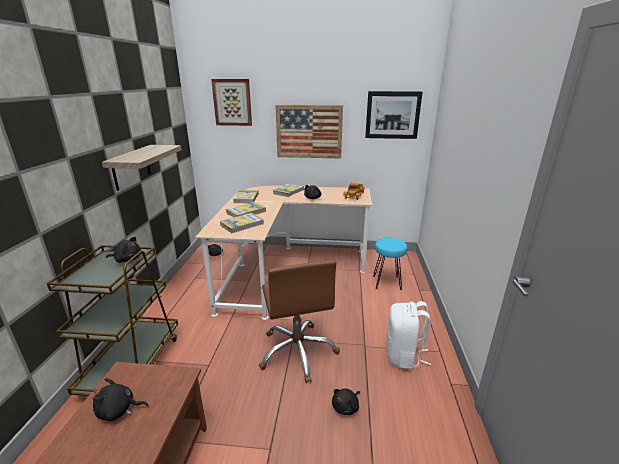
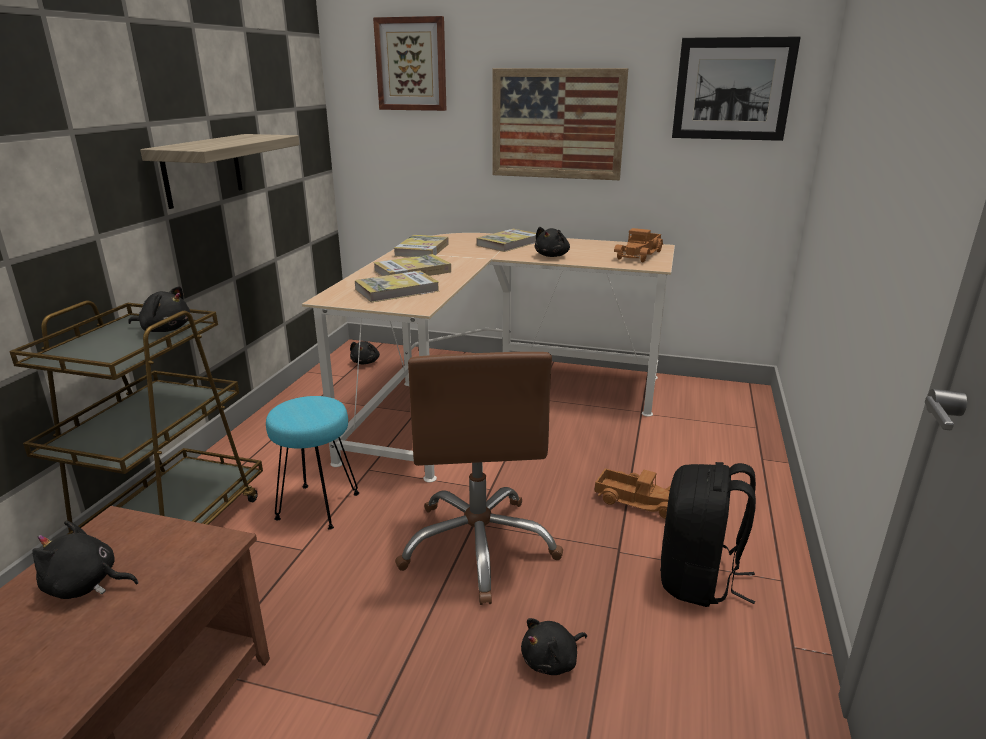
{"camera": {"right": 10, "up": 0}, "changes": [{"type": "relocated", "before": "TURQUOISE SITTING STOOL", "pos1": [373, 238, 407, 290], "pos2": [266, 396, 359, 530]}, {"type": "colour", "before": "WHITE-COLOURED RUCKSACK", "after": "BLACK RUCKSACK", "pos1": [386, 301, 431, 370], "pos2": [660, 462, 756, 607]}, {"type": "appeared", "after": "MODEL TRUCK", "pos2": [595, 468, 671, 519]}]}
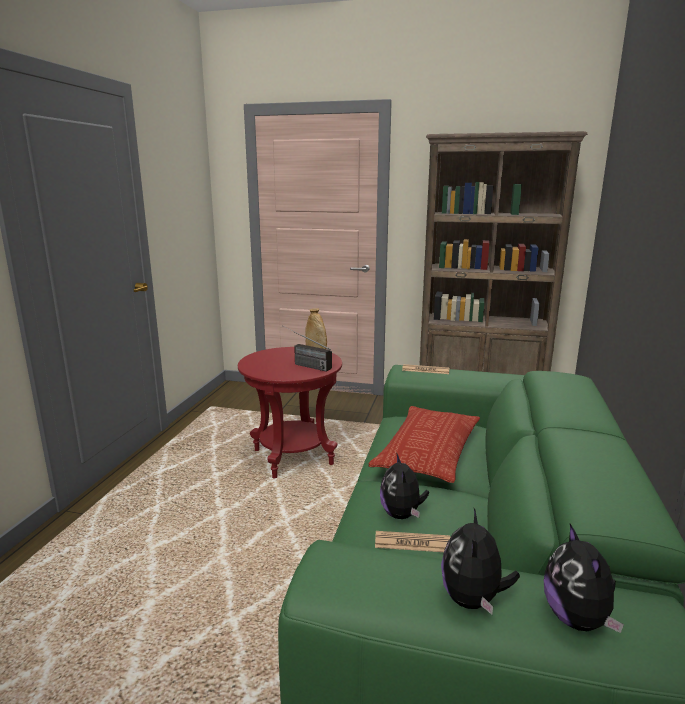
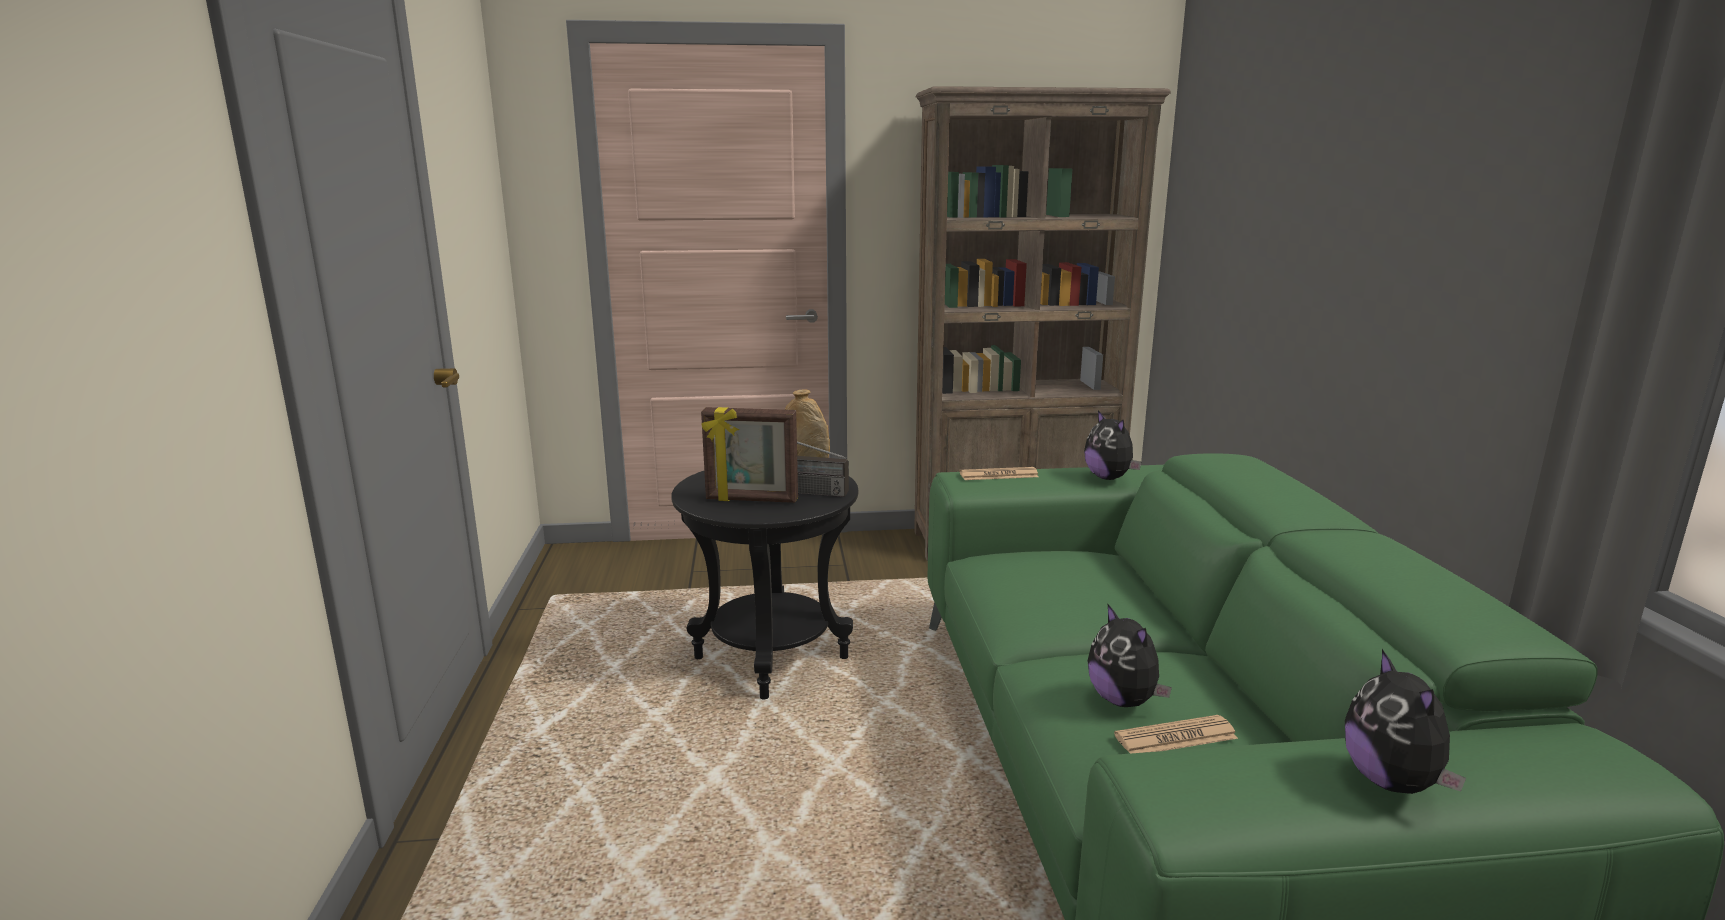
{"camera": {"right": -20, "up": 0}, "changes": [{"type": "colour", "before": "REDDISH ACCENT TABLE", "after": "BLACK ACCENT TABLE", "pos1": [238, 347, 342, 478], "pos2": [671, 471, 859, 699]}, {"type": "missing", "before": "PILLOW", "pos1": [368, 406, 480, 483]}, {"type": "relocated", "before": "PLUSH TOY", "pos1": [544, 524, 624, 633], "pos2": [1084, 410, 1141, 480]}, {"type": "appeared", "after": "PICTURE FRAME", "pos2": [701, 407, 798, 503]}]}
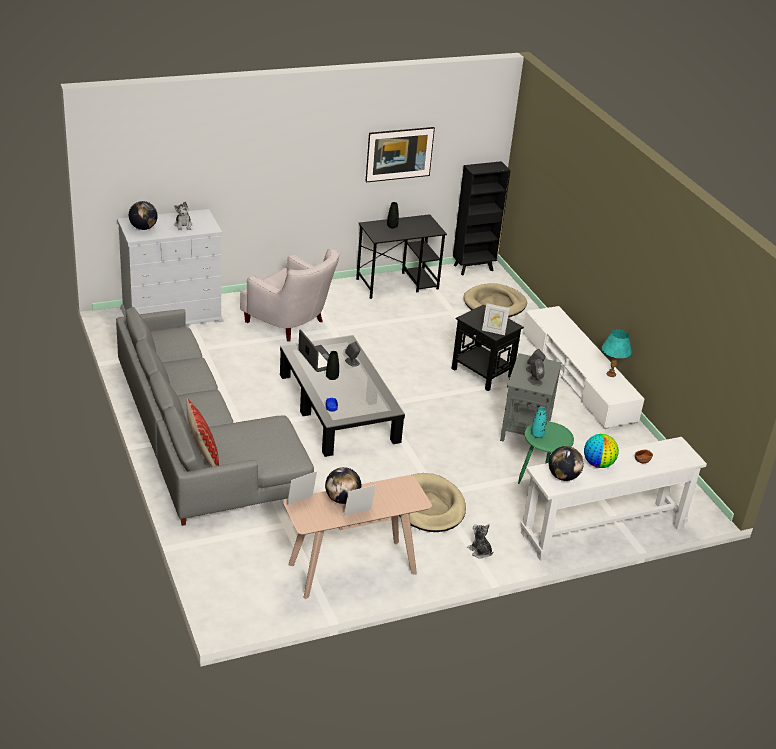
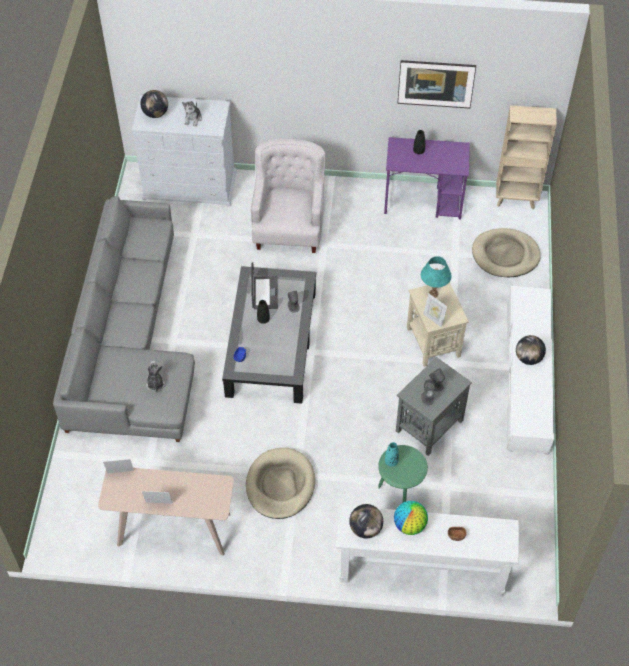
{"camera": {"right": 30, "up": 20}, "changes": [{"type": "missing", "before": "PILLOW", "pos1": [186, 398, 219, 467]}, {"type": "spun", "before": "WHITE-COLOURED EASY CHAIR", "pos1": [240, 249, 339, 342], "pos2": [251, 139, 325, 253], "turn": -150}, {"type": "relocated", "before": "WORLD GLOBE", "pos1": [325, 467, 361, 504], "pos2": [516, 335, 546, 365]}, {"type": "colour", "before": "BLACK DESK TABLE", "after": "PURPLISH DESK TABLE", "pos1": [356, 214, 447, 299], "pos2": [384, 137, 470, 219]}, {"type": "colour", "before": "BLACK ACCENT TABLE", "after": "BEIGE-COLOURED ACCENT TABLE", "pos1": [452, 305, 524, 391], "pos2": [407, 282, 469, 367]}, {"type": "colour", "before": "BLACK SHELVING UNIT", "after": "BEIGE-COLOURED SHELVING UNIT", "pos1": [453, 161, 511, 275], "pos2": [496, 105, 557, 209]}, {"type": "relocated", "before": "PLUSH TOY", "pos1": [467, 524, 493, 558], "pos2": [146, 361, 165, 392]}, {"type": "relocated", "before": "TURQUOISE TABLETOP LAMP", "pos1": [602, 330, 632, 377], "pos2": [421, 256, 452, 298]}]}
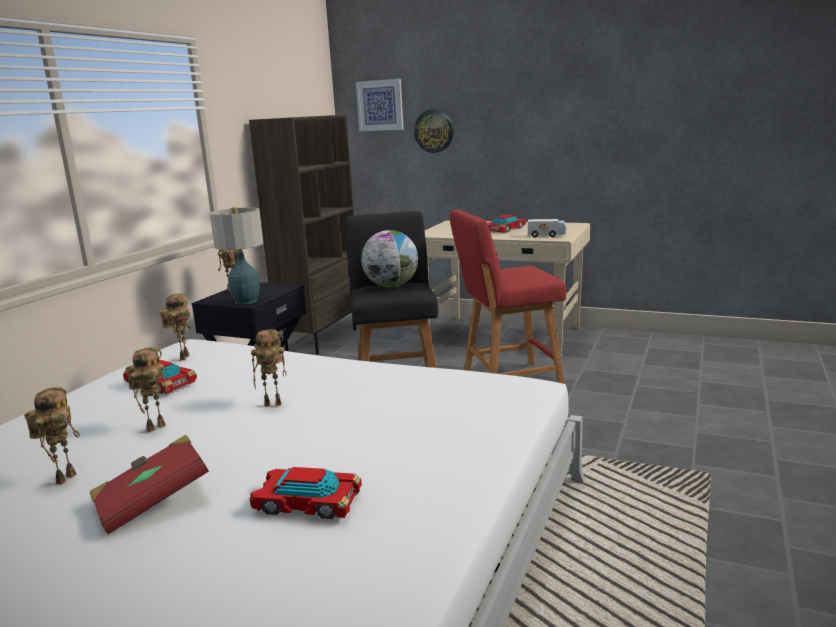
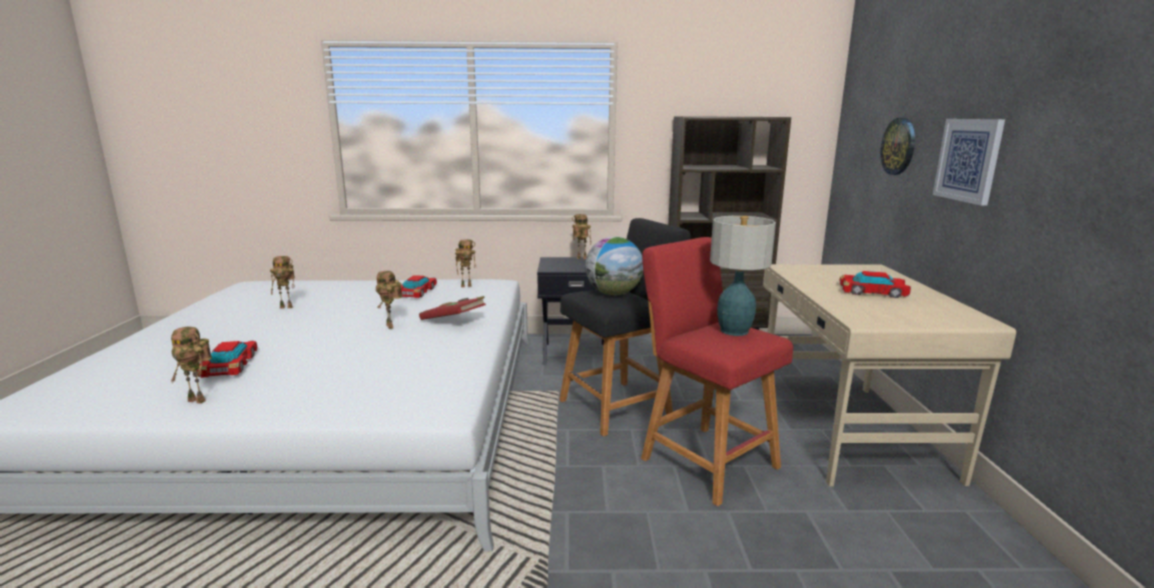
{"camera": {"right": 65, "up": 0}, "changes": [{"type": "relocated", "before": "REDDISH BOOK", "pos1": [90, 435, 209, 534], "pos2": [419, 296, 486, 320]}, {"type": "relocated", "before": "ROBOT FIGURE", "pos1": [126, 348, 170, 432], "pos2": [171, 327, 212, 404]}, {"type": "relocated", "before": "TABLETOP LAMP", "pos1": [210, 207, 263, 305], "pos2": [710, 216, 776, 336]}, {"type": "relocated", "before": "PICTURE", "pos1": [356, 79, 404, 131], "pos2": [933, 119, 1005, 206]}, {"type": "missing", "before": "MODEL TRUCK", "pos1": [528, 219, 566, 238]}]}
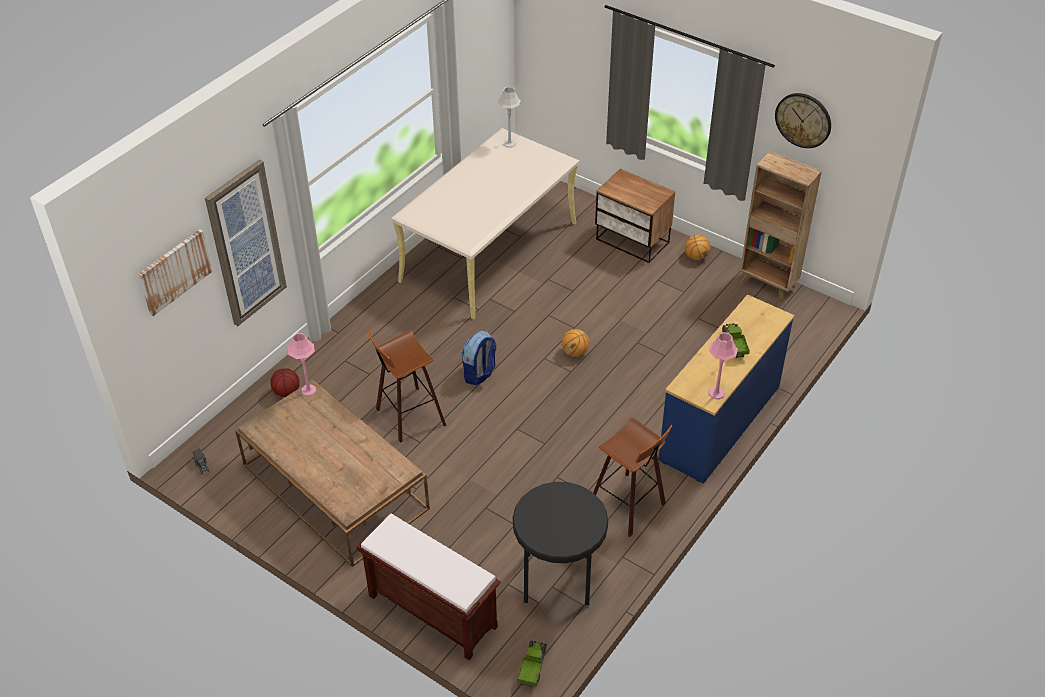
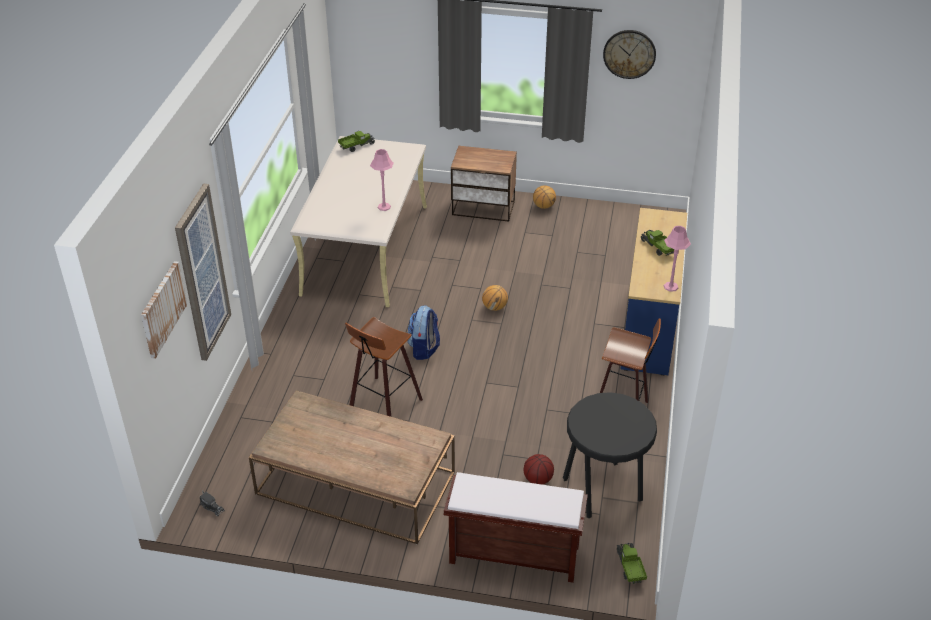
{"camera": {"right": -25, "up": -5}, "changes": [{"type": "relocated", "before": "BALL FOR BASKETBALL", "pos1": [270, 368, 299, 397], "pos2": [524, 454, 554, 485]}, {"type": "relocated", "before": "PINK-COLOURED TABLETOP LAMP", "pos1": [288, 333, 316, 396], "pos2": [370, 149, 394, 211]}, {"type": "exchanged", "before": "GREYISH TABLETOP LAMP", "after": "MODEL TRUCK", "pos1": [498, 87, 521, 148], "pos2": [338, 131, 375, 152]}, {"type": "missing", "before": "BROWN SHELVING UNIT", "pos1": [740, 151, 822, 301]}]}
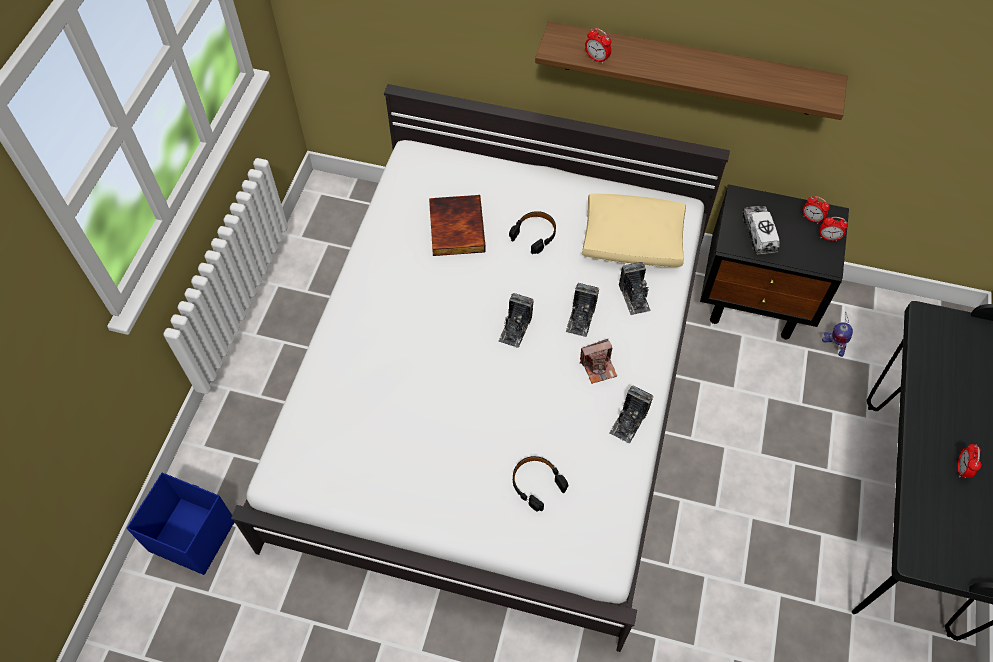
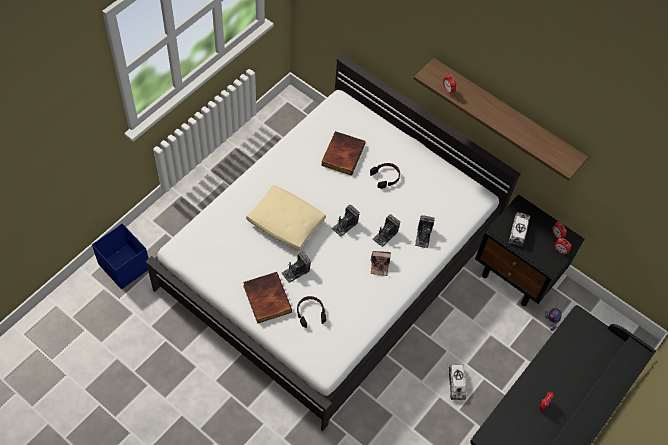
{"camera": {"right": 20, "up": 0}, "changes": [{"type": "relocated", "before": "BEIGE-COLOURED PILLOW", "pos1": [582, 193, 686, 267], "pos2": [246, 185, 326, 251]}, {"type": "relocated", "before": "STILL CAMERA", "pos1": [609, 386, 653, 444], "pos2": [282, 252, 311, 283]}, {"type": "appeared", "after": "BOOK", "pos2": [243, 272, 292, 324]}, {"type": "appeared", "after": "MODEL TRUCK", "pos2": [449, 364, 466, 400]}]}
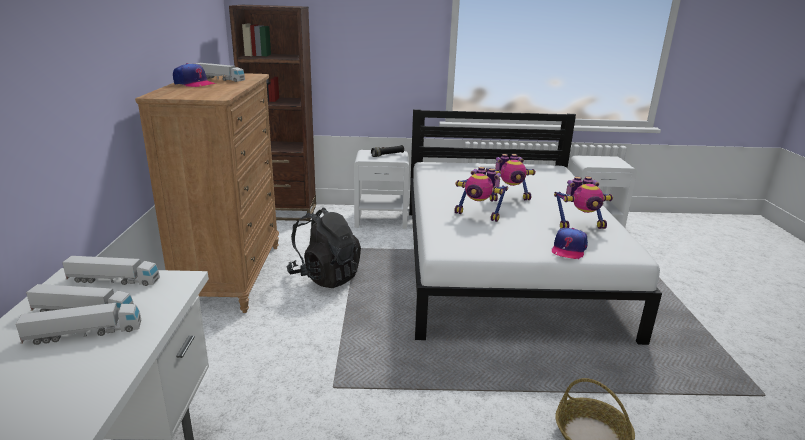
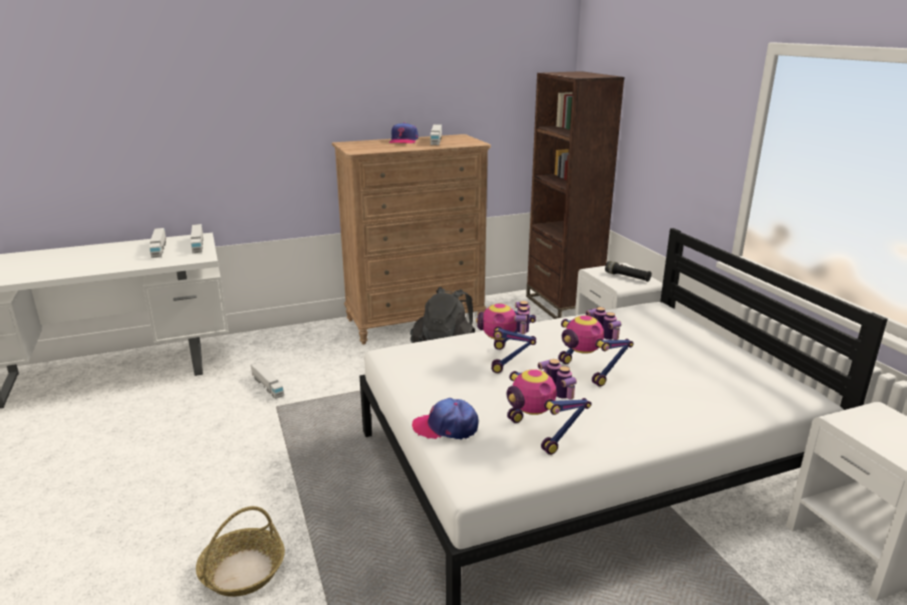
{"camera": {"right": 70, "up": 0}, "changes": [{"type": "relocated", "before": "MODEL TRUCK", "pos1": [16, 303, 141, 345], "pos2": [251, 362, 284, 399]}]}
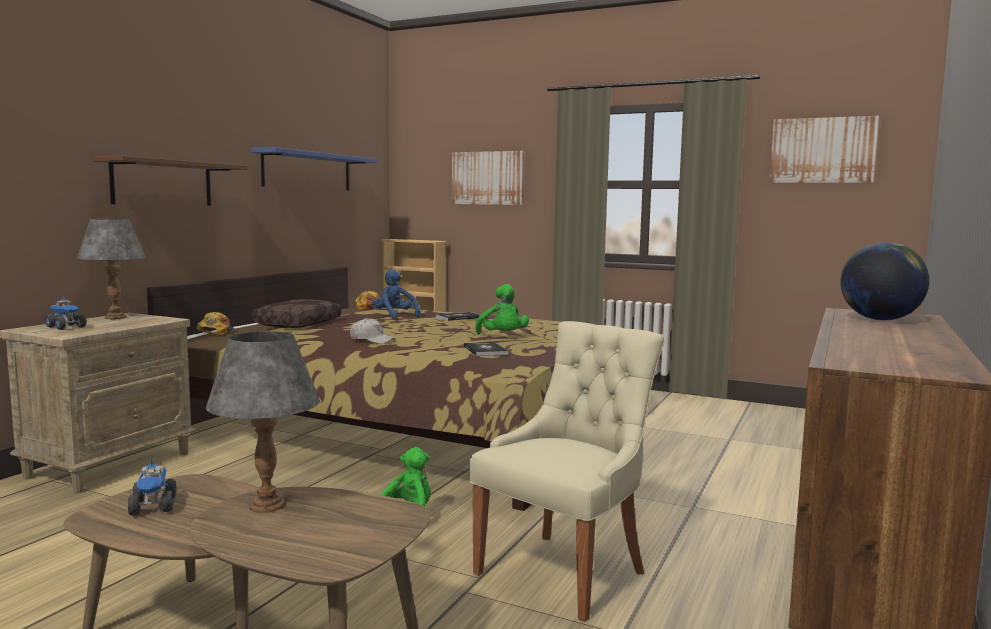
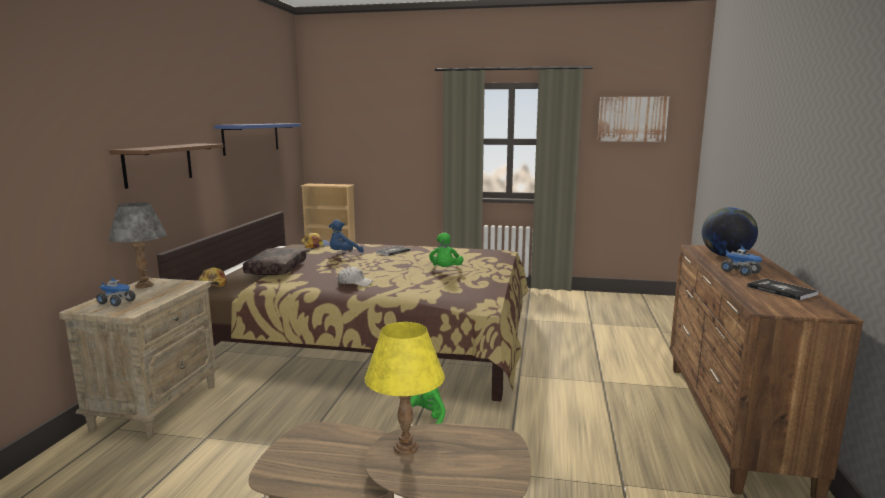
{"camera": {"right": -15, "up": 5}, "changes": [{"type": "relocated", "before": "MODEL TRUCK", "pos1": [128, 458, 177, 516], "pos2": [721, 245, 763, 276]}, {"type": "colour", "before": "GREYISH TABLETOP LAMP", "after": "YELLOW-COLOURED TABLETOP LAMP", "pos1": [206, 331, 320, 513], "pos2": [364, 322, 445, 455]}, {"type": "spun", "before": "BLUISH PLUSH TOY", "pos1": [373, 269, 421, 318], "pos2": [329, 220, 364, 253], "turn": -75}, {"type": "missing", "before": "PICTURE", "pos1": [452, 151, 524, 205]}, {"type": "relocated", "before": "BOOK", "pos1": [464, 342, 508, 356], "pos2": [747, 279, 818, 300]}, {"type": "missing", "before": "BEIGE-COLOURED UPRIGHT CHAIR", "pos1": [469, 321, 665, 622]}, {"type": "spun", "before": "GREEN-COLOURED PLUSH TOY", "pos1": [475, 284, 529, 335], "pos2": [429, 233, 464, 267], "turn": 45}]}
